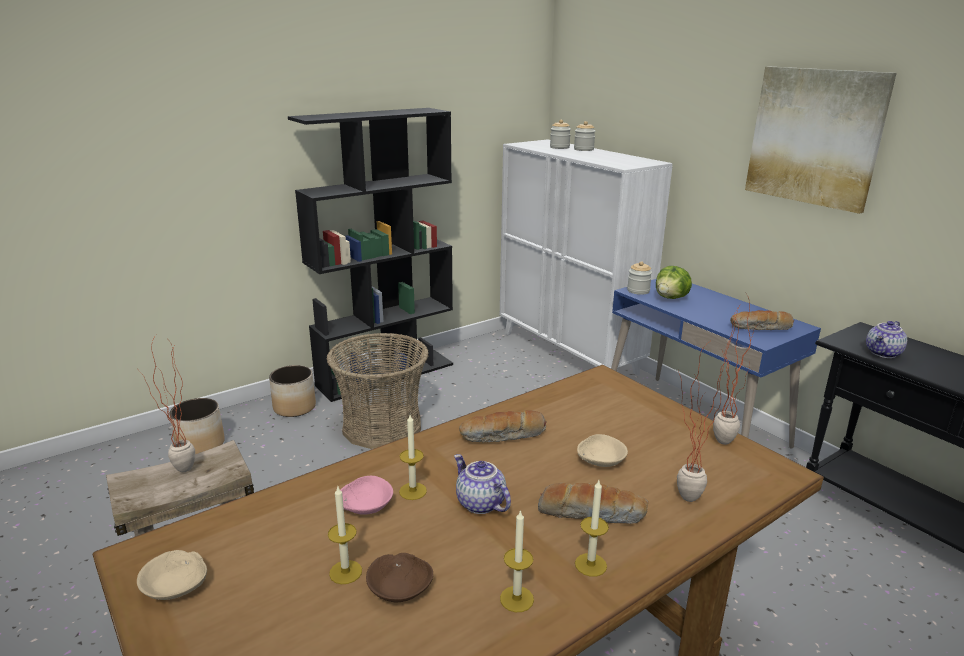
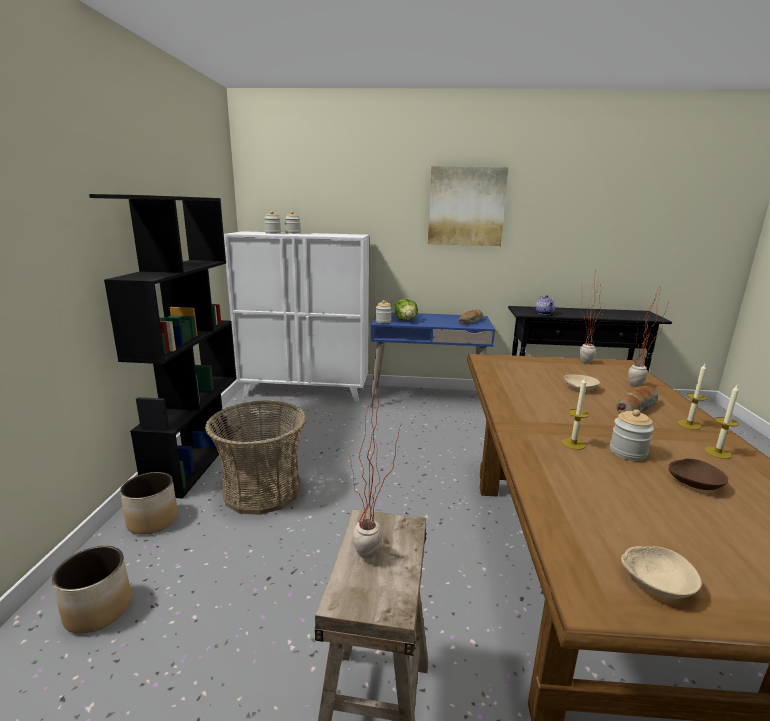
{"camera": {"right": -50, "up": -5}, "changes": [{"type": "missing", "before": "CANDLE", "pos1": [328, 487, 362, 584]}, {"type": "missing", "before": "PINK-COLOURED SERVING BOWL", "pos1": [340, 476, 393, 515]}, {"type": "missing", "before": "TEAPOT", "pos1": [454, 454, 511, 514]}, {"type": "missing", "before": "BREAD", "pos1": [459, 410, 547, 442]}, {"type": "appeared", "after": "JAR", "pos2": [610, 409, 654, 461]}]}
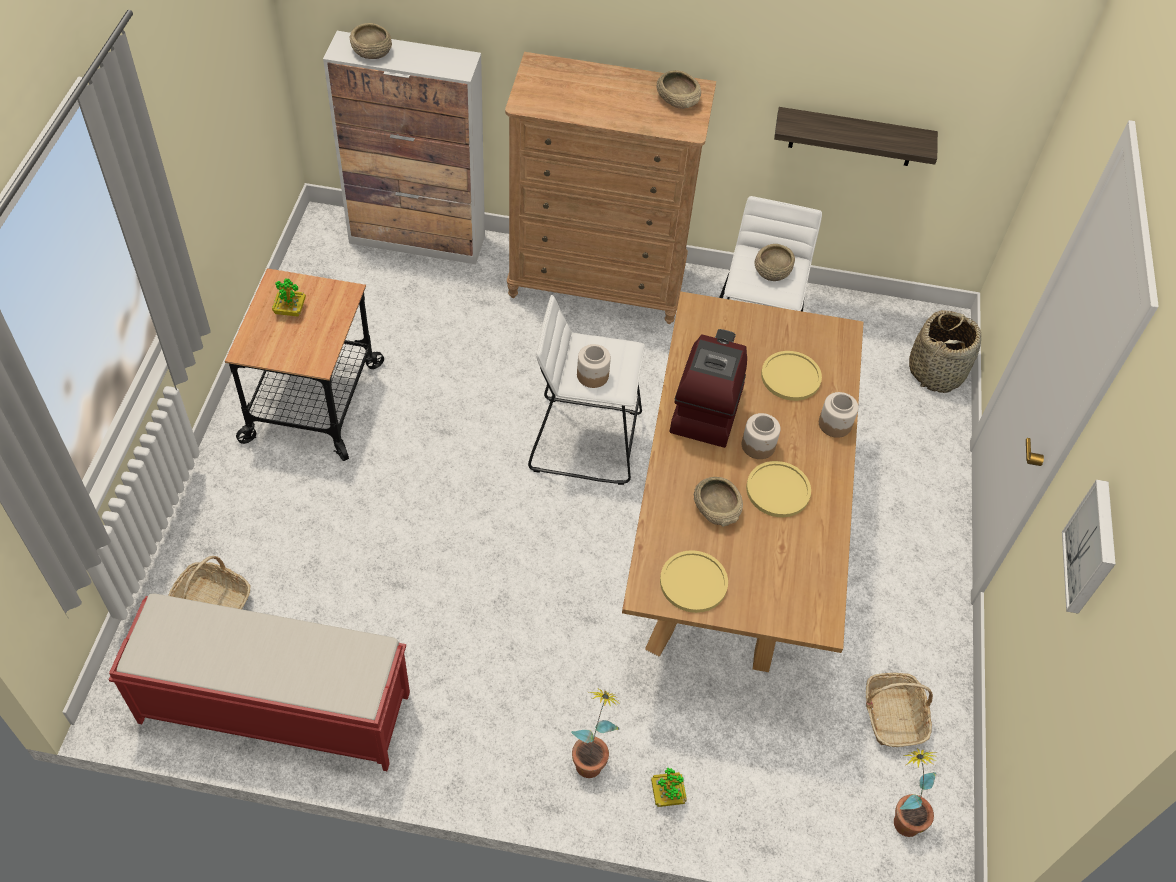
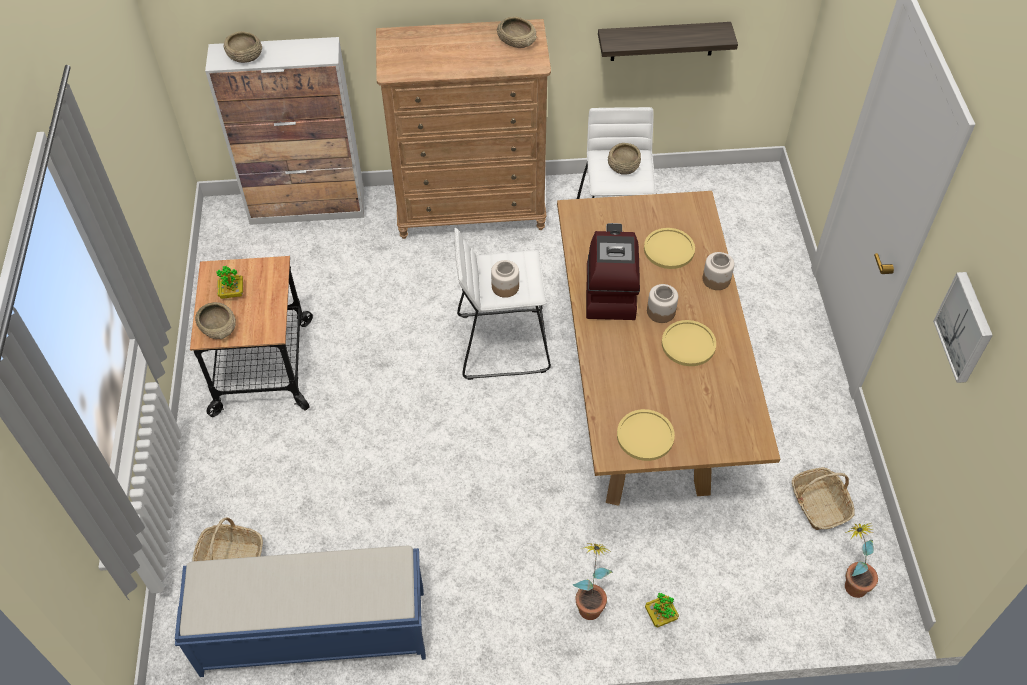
{"camera": {"right": -10, "up": 0}, "changes": [{"type": "colour", "before": "REDDISH BENCH", "after": "BLUISH BENCH", "pos1": [109, 594, 410, 771], "pos2": [175, 545, 426, 677]}, {"type": "relocated", "before": "BEIGE-COLOURED SERVING BOWL", "pos1": [694, 477, 743, 527], "pos2": [195, 302, 236, 339]}, {"type": "missing", "before": "STORAGE BASKET", "pos1": [909, 310, 981, 393]}]}
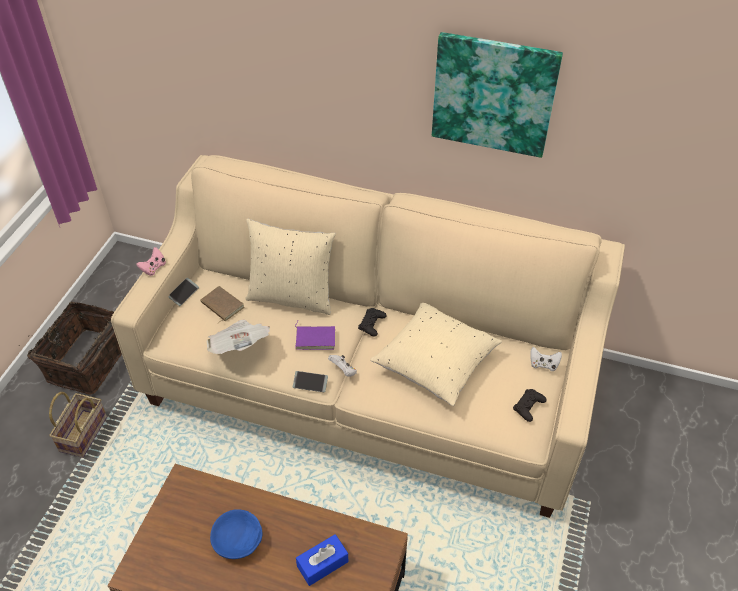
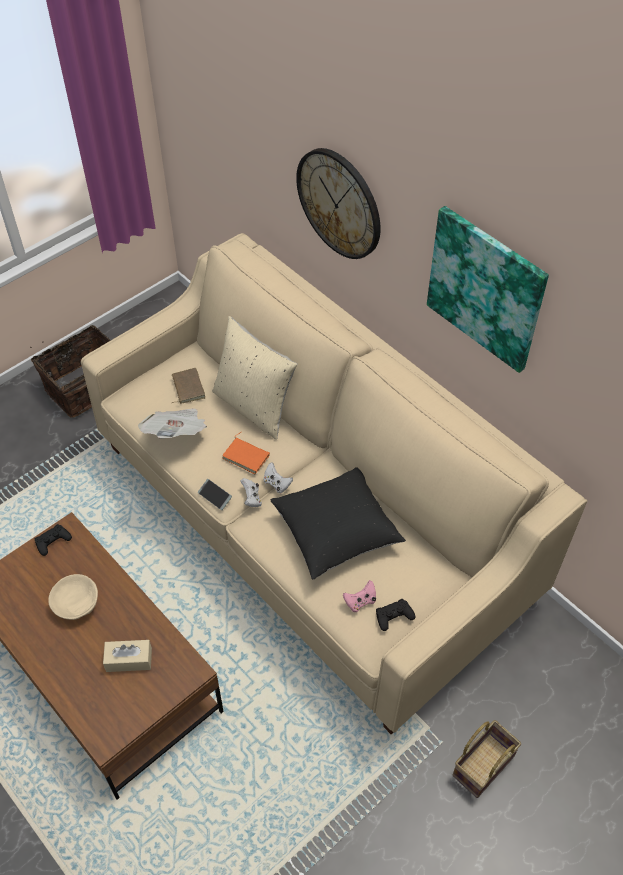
{"camera": {"right": 30, "up": 5}, "changes": [{"type": "relocated", "before": "STORAGE BASKET", "pos1": [49, 392, 107, 458], "pos2": [453, 720, 521, 798]}, {"type": "relocated", "before": "PINK-COLOURED GAME CONTROLLER", "pos1": [136, 247, 166, 276], "pos2": [343, 580, 376, 612]}, {"type": "missing", "before": "PHONE", "pos1": [169, 278, 199, 306]}, {"type": "colour", "before": "BLUISH SERVING BOWL", "after": "BEIGE-COLOURED SERVING BOWL", "pos1": [210, 509, 262, 559], "pos2": [48, 574, 98, 620]}, {"type": "colour", "before": "PURPLISH BOOK", "after": "ORANGE-COLOURED BOOK", "pos1": [295, 321, 335, 350], "pos2": [222, 432, 270, 474]}, {"type": "colour", "before": "BLUISH BOX OF TISSUES", "after": "BEIGE-COLOURED BOX OF TISSUES", "pos1": [296, 534, 348, 586], "pos2": [103, 640, 152, 672]}, {"type": "relocated", "before": "BLACK GAME CONTROLLER", "pos1": [358, 308, 387, 337], "pos2": [35, 524, 72, 556]}, {"type": "colour", "before": "BEIGE-COLOURED PILLOW", "after": "BLACK PILLOW", "pos1": [370, 303, 502, 406], "pos2": [271, 467, 406, 580]}, {"type": "relocated", "before": "WHITE-COLOURED GAME CONTROLLER", "pos1": [530, 347, 562, 371], "pos2": [263, 462, 293, 493]}, {"type": "appeared", "after": "CLOCK ON THE WALL", "pos2": [296, 148, 381, 259]}]}
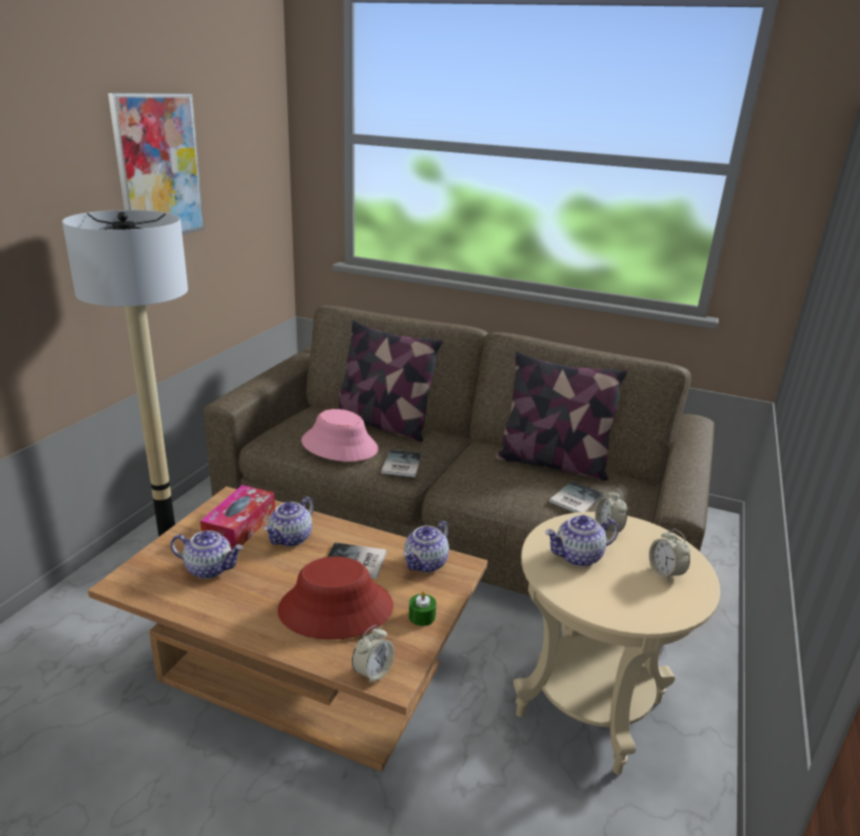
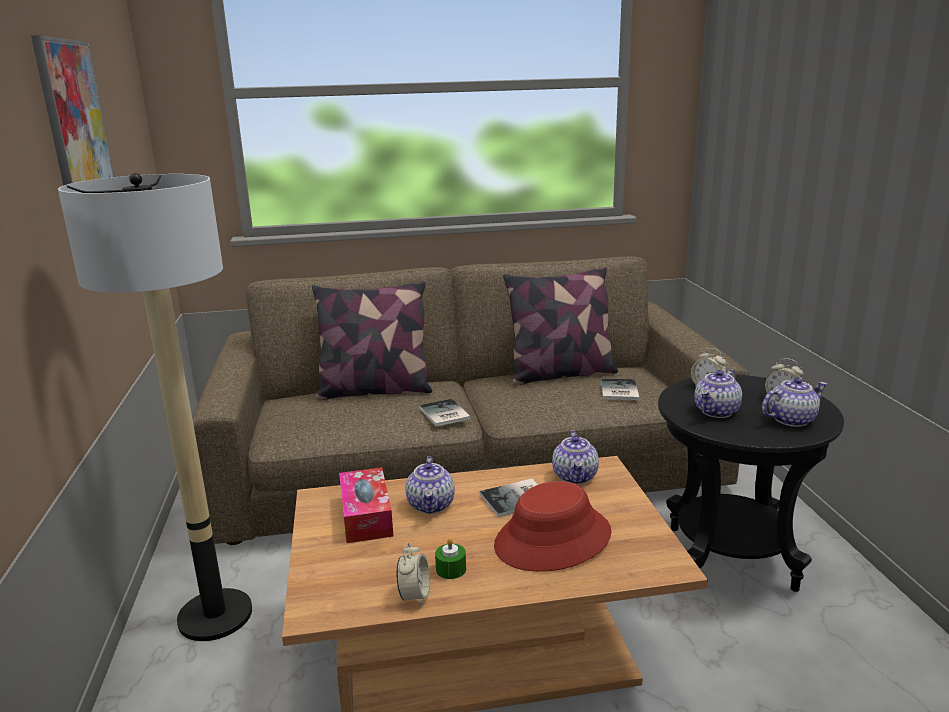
{"camera": {"right": -30, "up": -5}, "changes": [{"type": "relocated", "before": "TEAPOT", "pos1": [171, 530, 244, 579], "pos2": [762, 377, 827, 427]}, {"type": "missing", "before": "PINK-COLOURED WEARABLE HAT", "pos1": [301, 409, 378, 462]}, {"type": "relocated", "before": "ALARM CLOCK", "pos1": [352, 625, 395, 685], "pos2": [397, 543, 430, 606]}, {"type": "relocated", "before": "GREEN-COLOURED CANDLE", "pos1": [409, 591, 436, 626], "pos2": [435, 538, 466, 579]}, {"type": "colour", "before": "BEIGE-COLOURED ACCENT TABLE", "after": "BLACK ACCENT TABLE", "pos1": [513, 512, 720, 775], "pos2": [658, 375, 844, 592]}]}
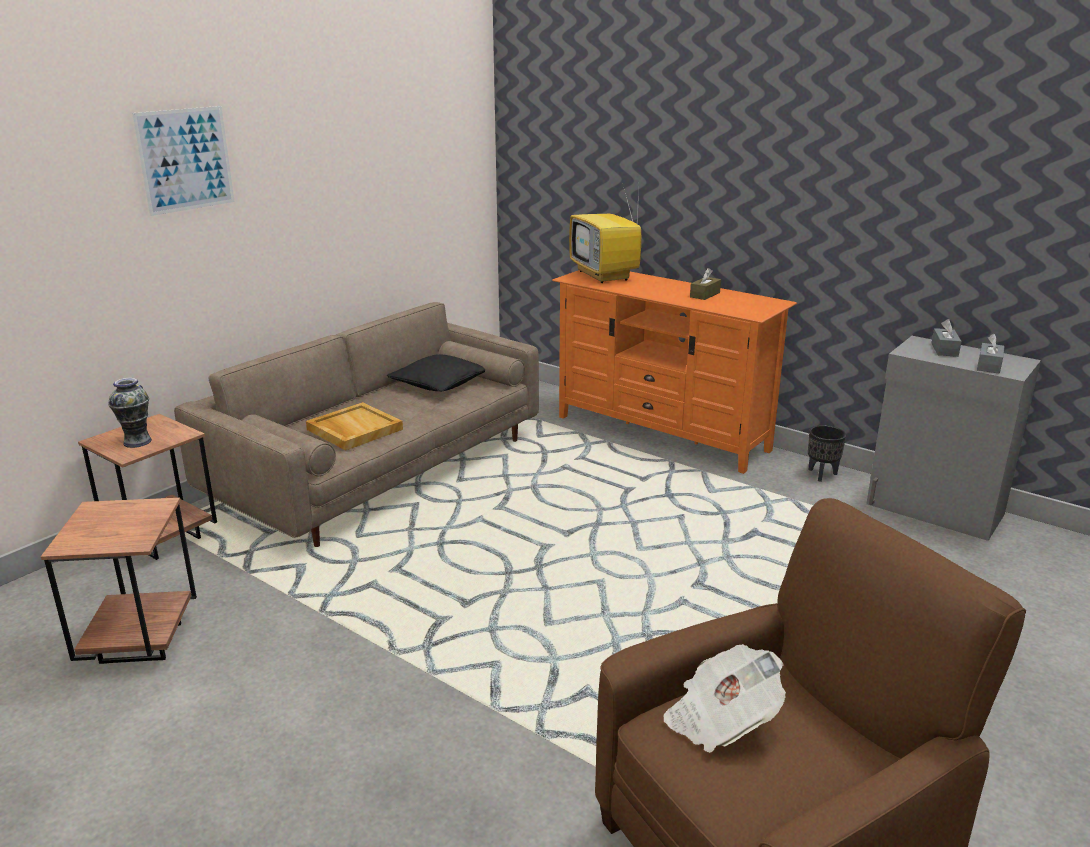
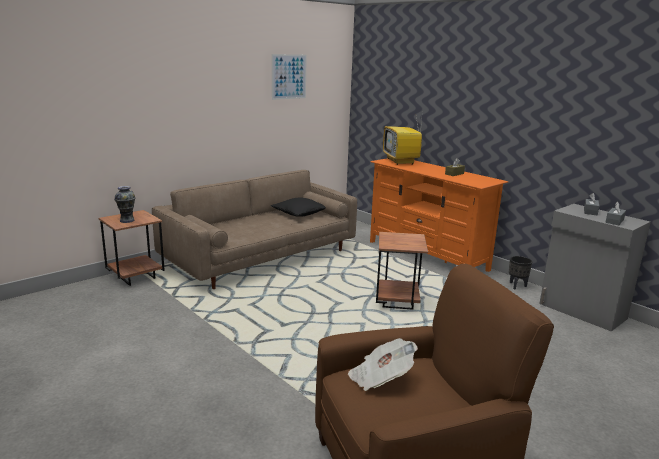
{"camera": {"right": 10, "up": -5}, "changes": [{"type": "relocated", "before": "BROWN ACCENT TABLE", "pos1": [41, 498, 197, 664], "pos2": [376, 232, 428, 310]}, {"type": "relocated", "before": "PICTURE", "pos1": [132, 106, 235, 216], "pos2": [272, 54, 307, 100]}, {"type": "missing", "before": "BEIGE-COLOURED TRAY", "pos1": [306, 402, 403, 451]}]}
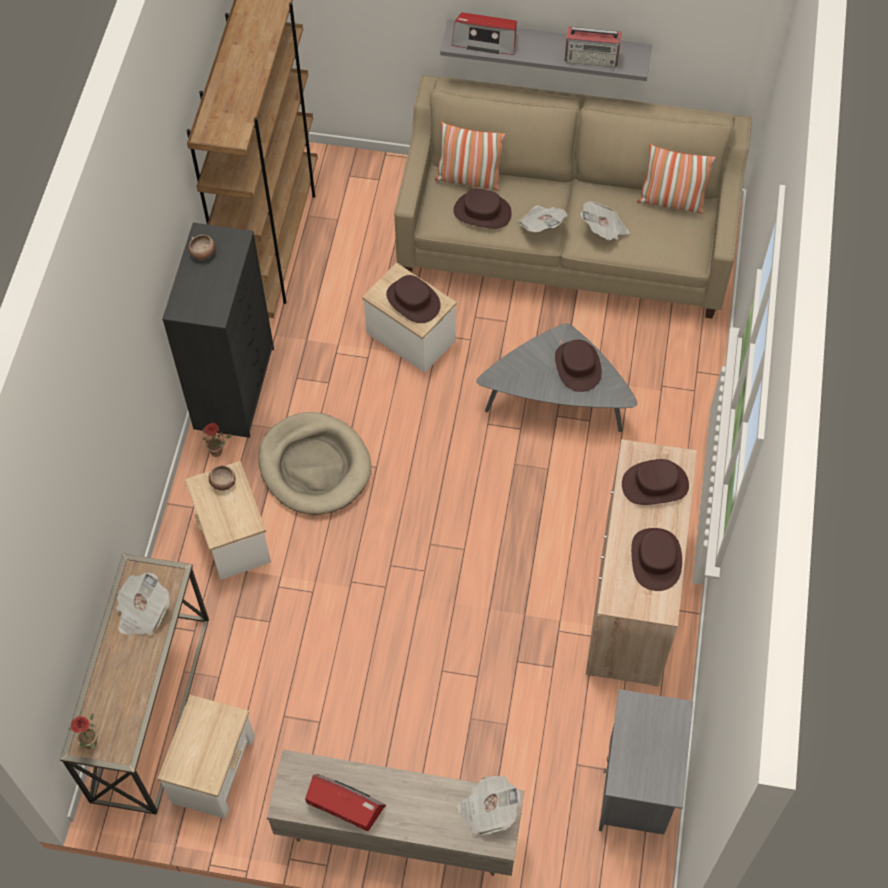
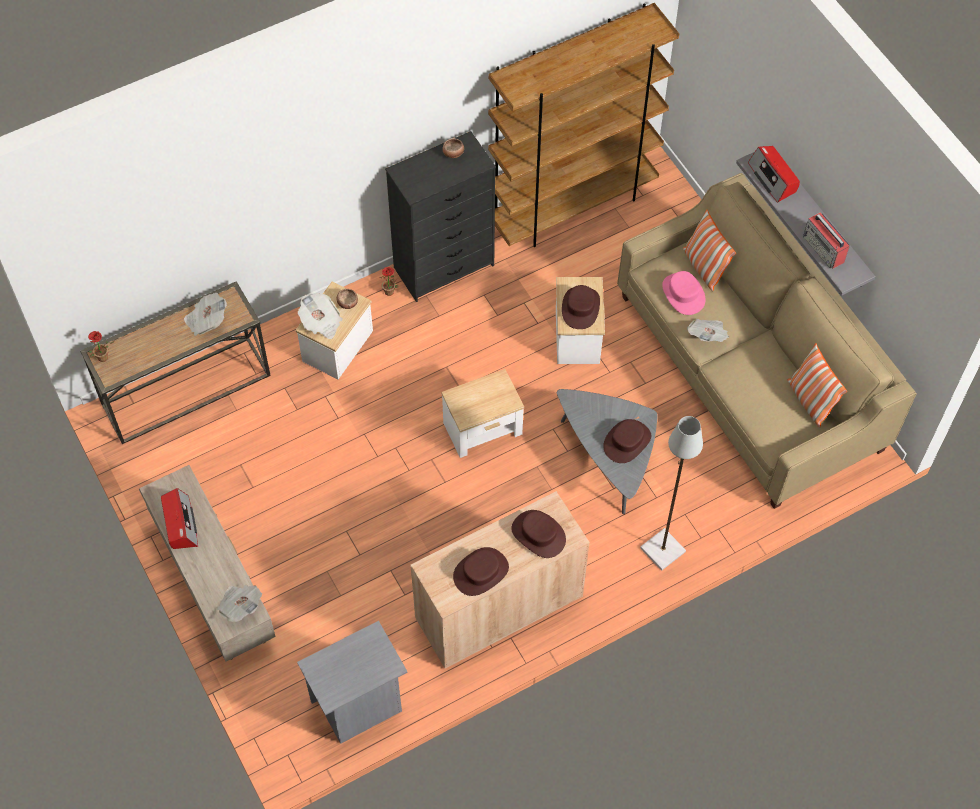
{"camera": {"right": 50, "up": 0}, "changes": [{"type": "relocated", "before": "ACCENT TABLE", "pos1": [157, 695, 255, 819], "pos2": [441, 369, 524, 458]}, {"type": "missing", "before": "BEIGE-COLOURED DOG BED", "pos1": [258, 412, 371, 515]}, {"type": "colour", "before": "BROWN WEARABLE HAT", "after": "PINK-COLOURED WEARABLE HAT", "pos1": [453, 188, 512, 229], "pos2": [662, 271, 706, 315]}, {"type": "relocated", "before": "PRINTED PAPER", "pos1": [580, 201, 630, 240], "pos2": [298, 293, 343, 339]}, {"type": "appeared", "after": "GREYISH STANDARD LAMP", "pos2": [640, 416, 703, 571]}]}
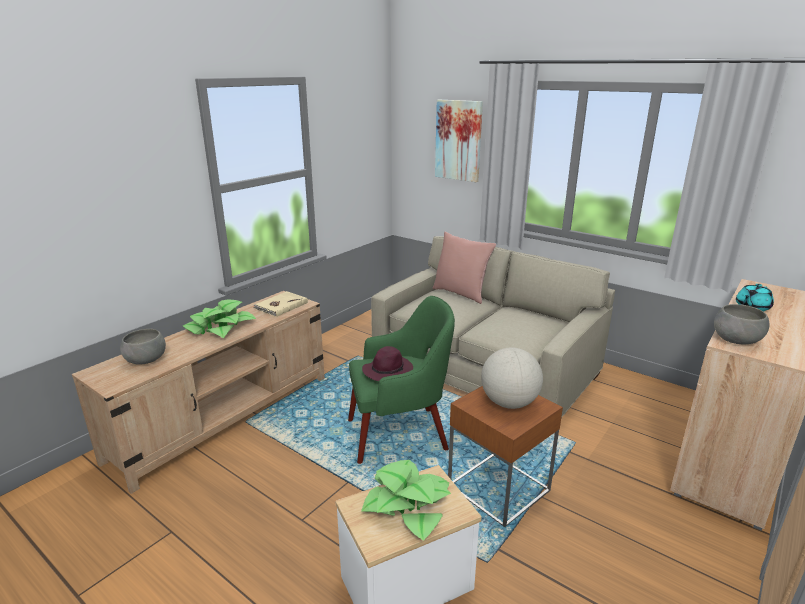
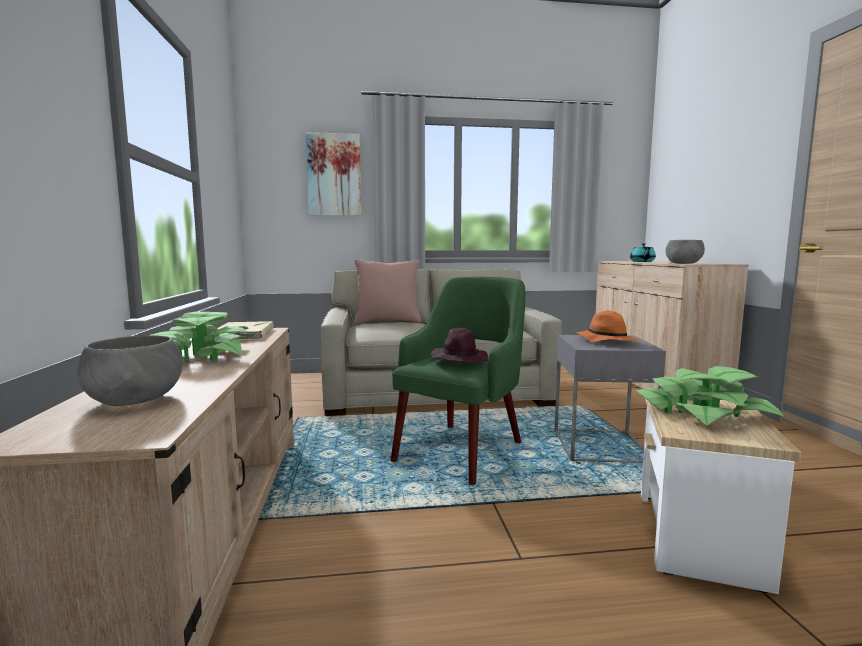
{"camera": {"right": -45, "up": -15}, "changes": [{"type": "colour", "before": "BROWN ACCENT TABLE", "after": "GREYISH ACCENT TABLE", "pos1": [448, 386, 563, 527], "pos2": [555, 335, 666, 463]}, {"type": "exchanged", "before": "WORLD GLOBE", "after": "ORANGE-COLOURED WEARABLE HAT", "pos1": [481, 347, 543, 409], "pos2": [577, 311, 639, 342]}]}
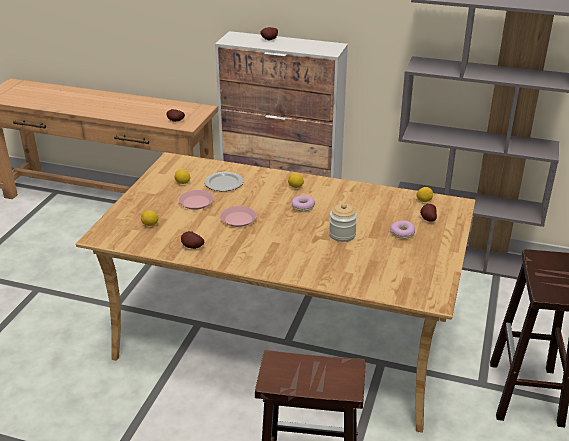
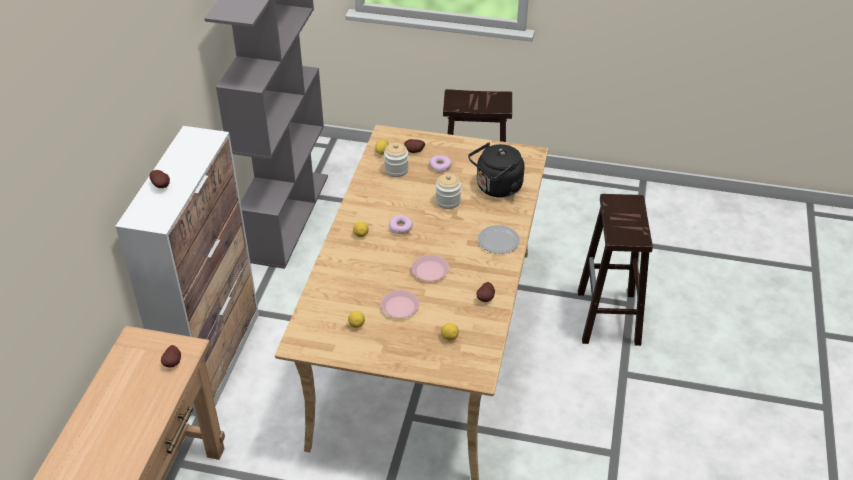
{"camera": {"right": -95, "up": 10}, "changes": [{"type": "relocated", "before": "FLAT DISH", "pos1": [205, 172, 243, 191], "pos2": [478, 225, 520, 254]}, {"type": "appeared", "after": "JAR", "pos2": [384, 143, 409, 177]}, {"type": "appeared", "after": "BLACK KETTLE", "pos2": [468, 142, 524, 198]}]}
